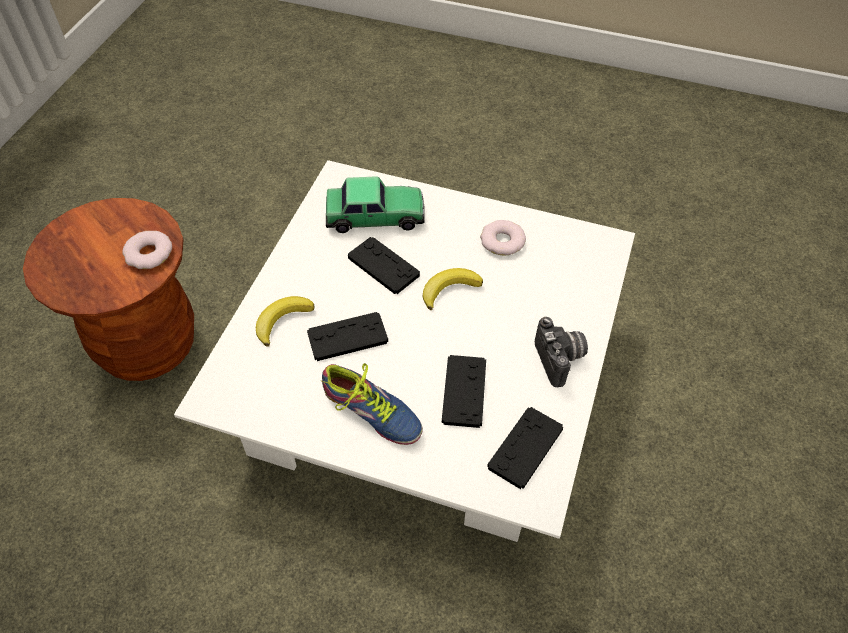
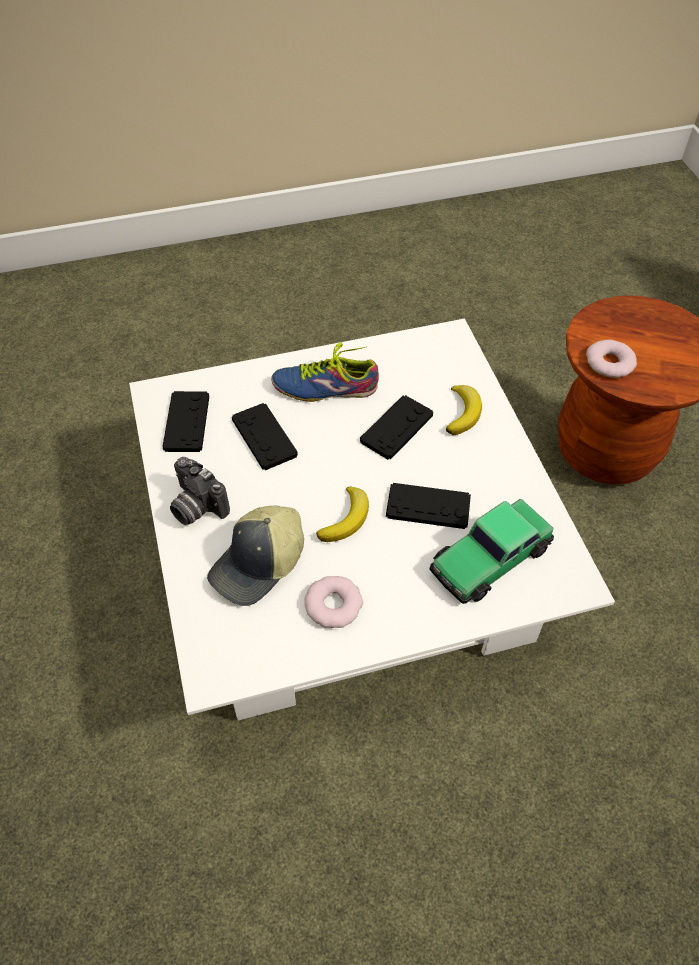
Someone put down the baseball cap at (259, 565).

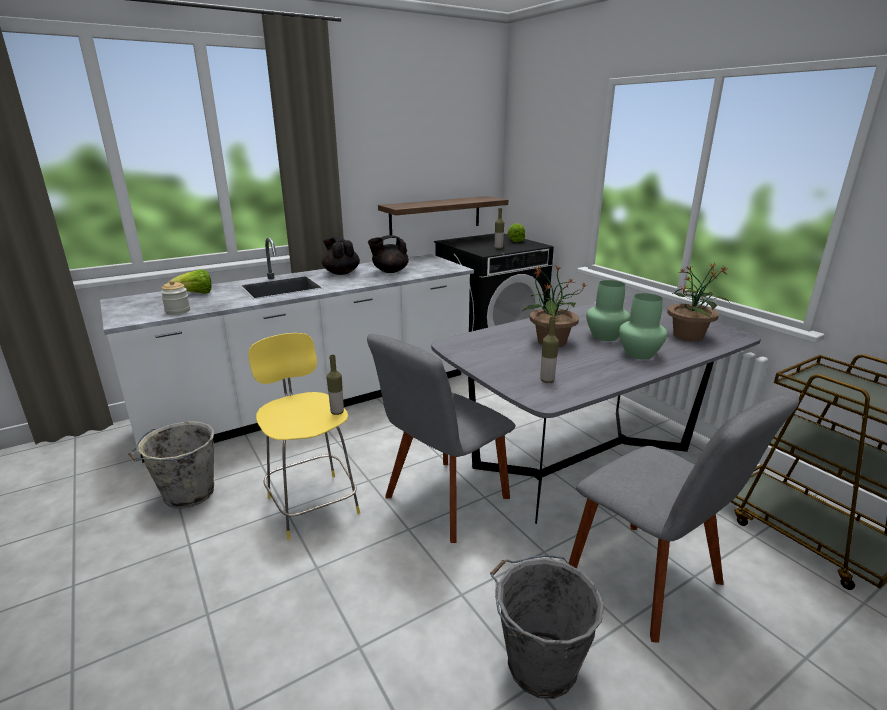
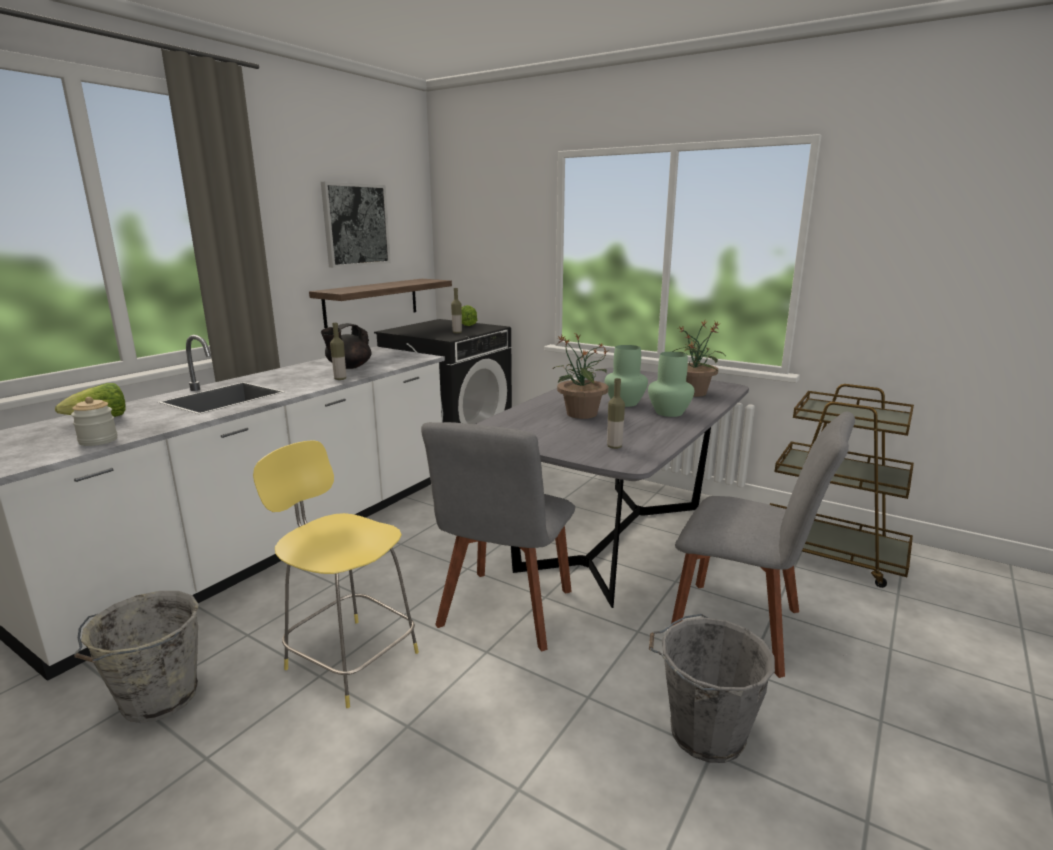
Someone put up the wall art at (355, 225).
Someone carried the beverage bottle from (337, 412) to (340, 379).
Someone took away the tea pot (black-coloured) at (341, 273).

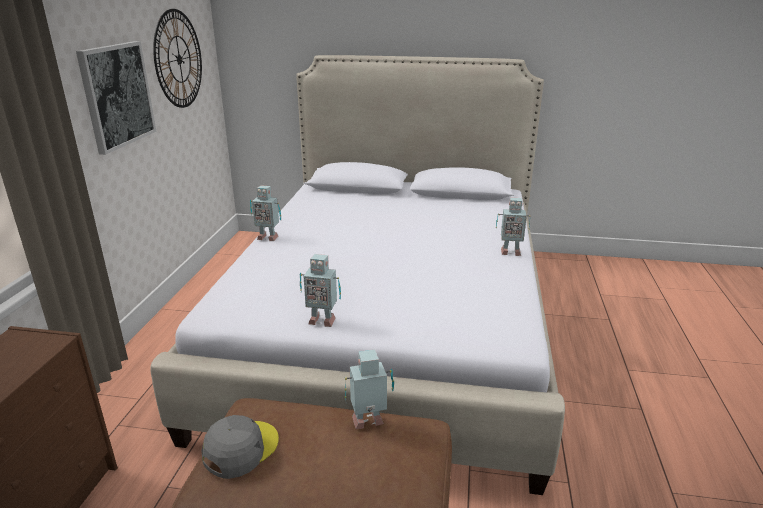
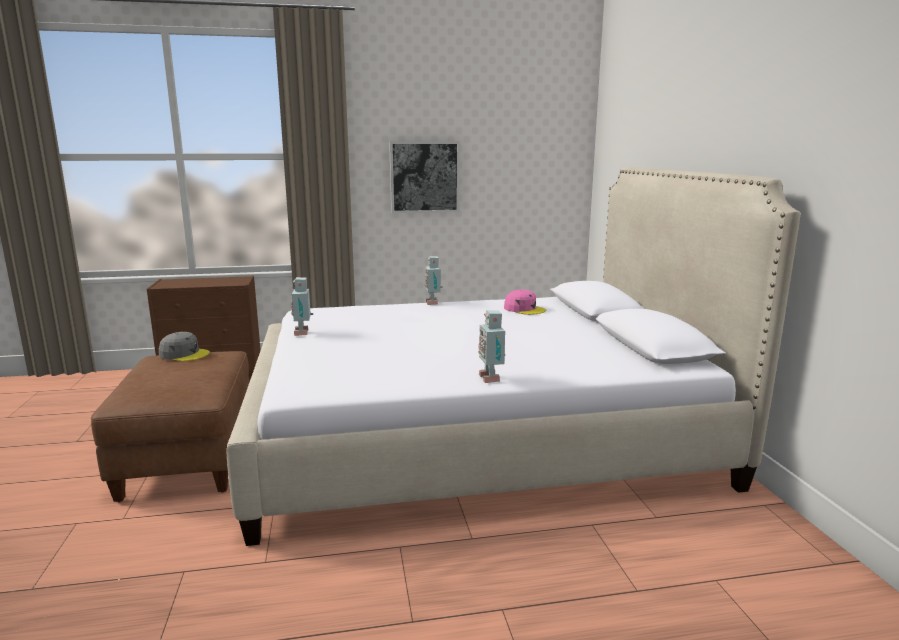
Someone put down the baseball cap (pink) at (524, 309).
Someone took away the wall clock at (179, 59).
Someone took away the toy robot at (369, 423).

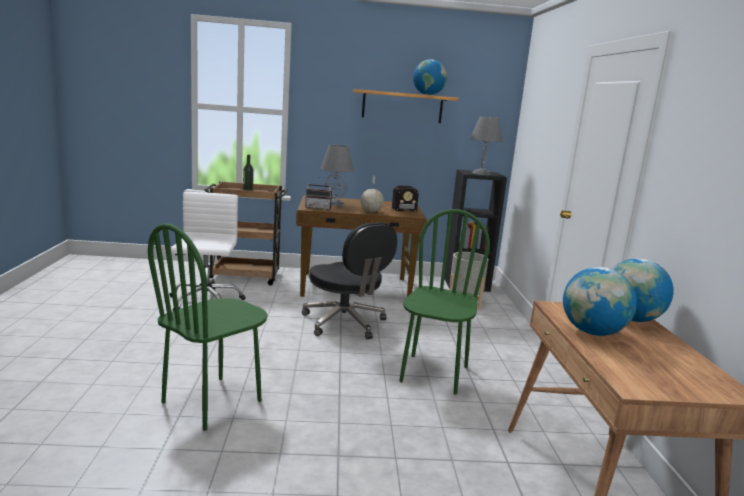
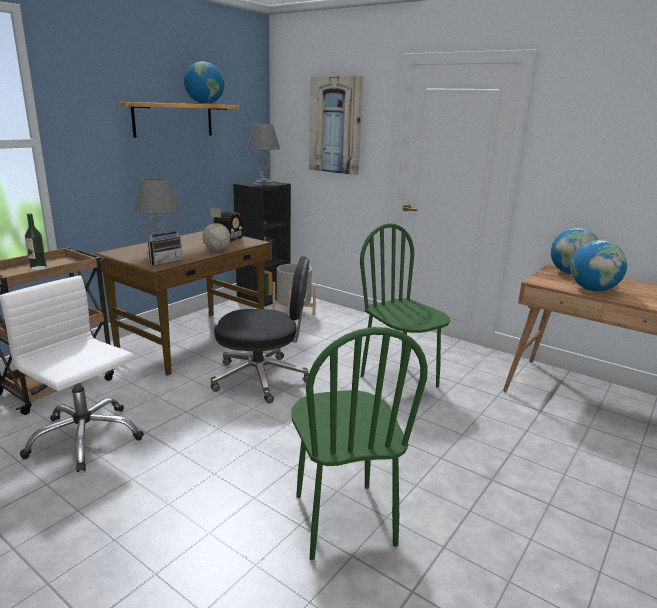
Someone put up the wall art at (335, 125).

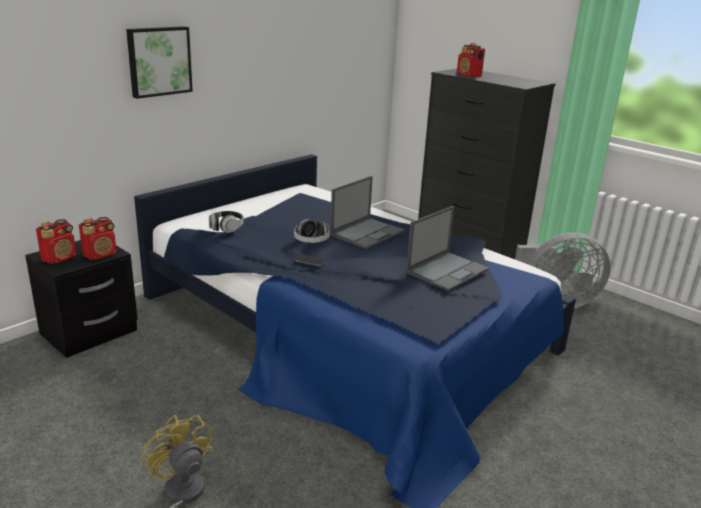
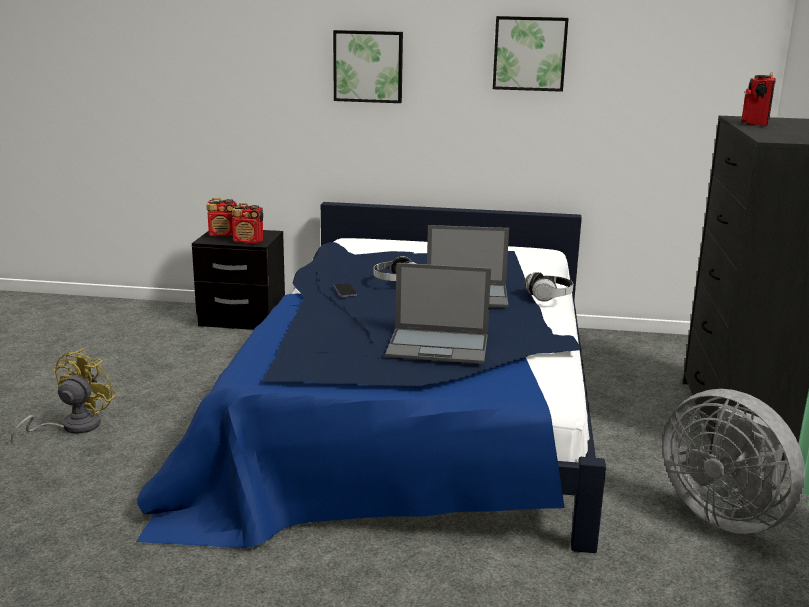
Someone put up the wall art at (529, 53).
Someone carried the headset from (226, 228) to (548, 297).

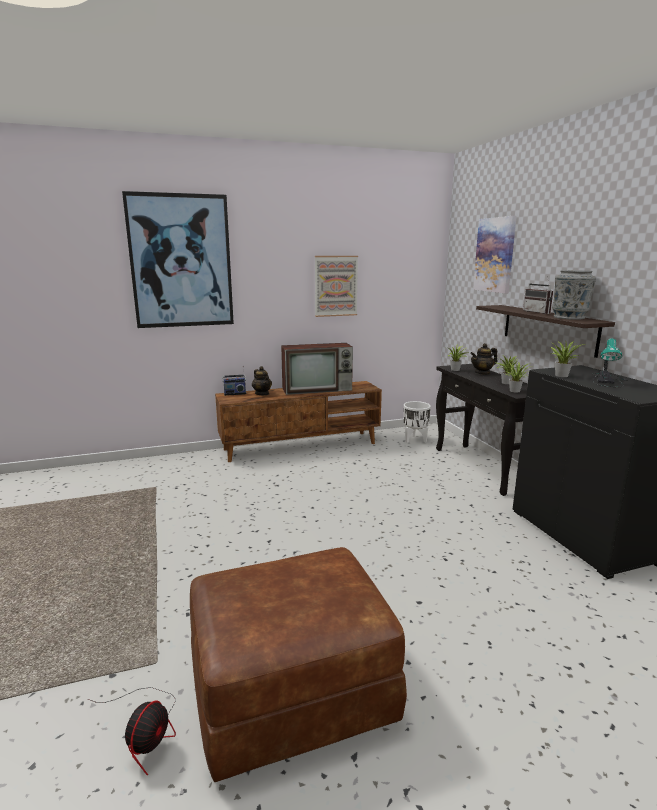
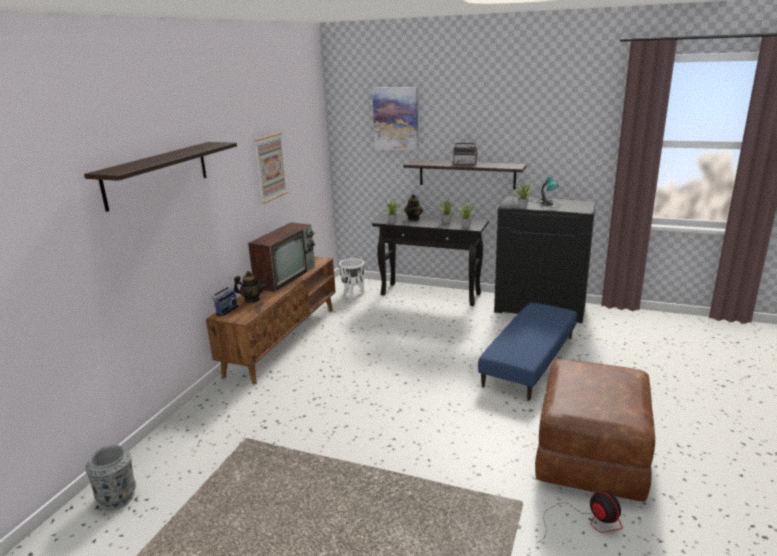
Someone swapped the wall art at (181, 261) for the wall shelf at (157, 174).
Someone carried the flower vase (gray) from (569, 317) to (117, 497).
Someone put down the ottoman (blue-coloured) at (529, 360).

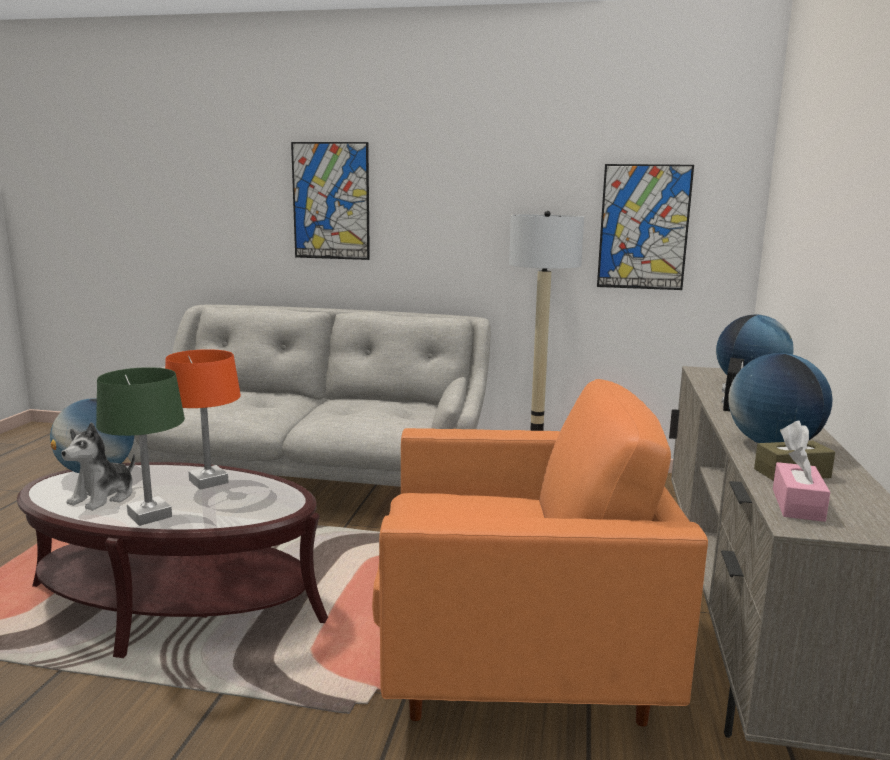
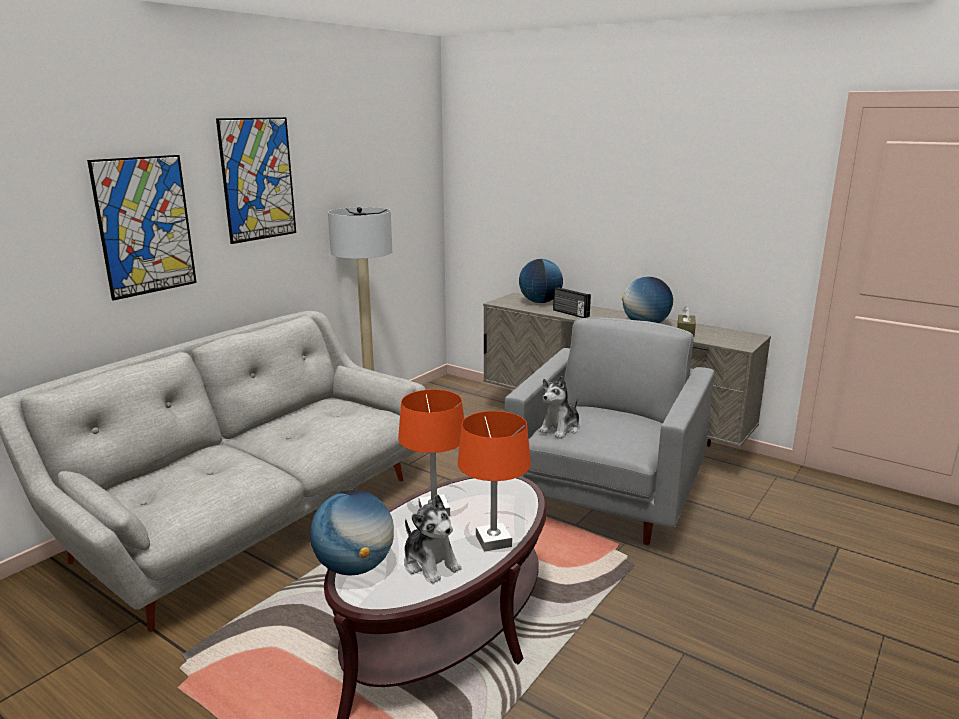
Someone carried the wall art from (643, 227) to (258, 179).
Someone repainted the tabletop lamp (green) at (149, 515), which became the tabletop lamp (orange-coloured) at (493, 541).
Someone repainted the lounge chair (orange-coloured) at (516, 660), which became the lounge chair (gray) at (607, 499).
Someone put down the plush toy at (560, 429).
Someone took away the tissue box (pink) at (797, 505).

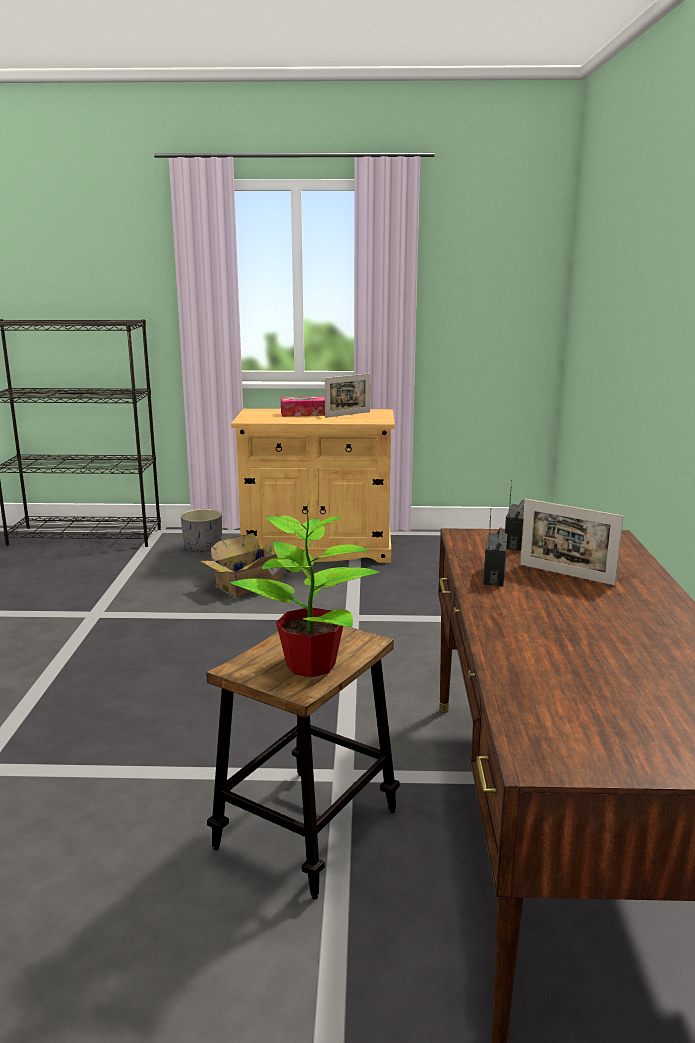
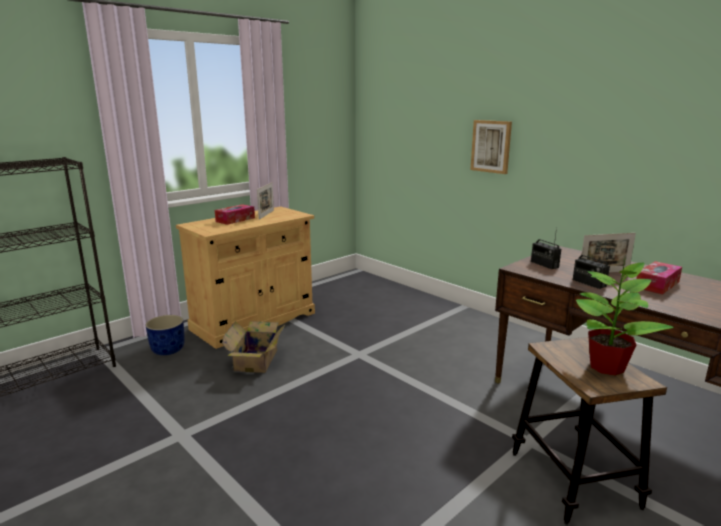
Someone repainted the plant pot (gray) at (203, 548), which became the plant pot (blue-coloured) at (168, 349).
Someone put up the wall art at (491, 146).
Someone put down the tissue box at (657, 284).

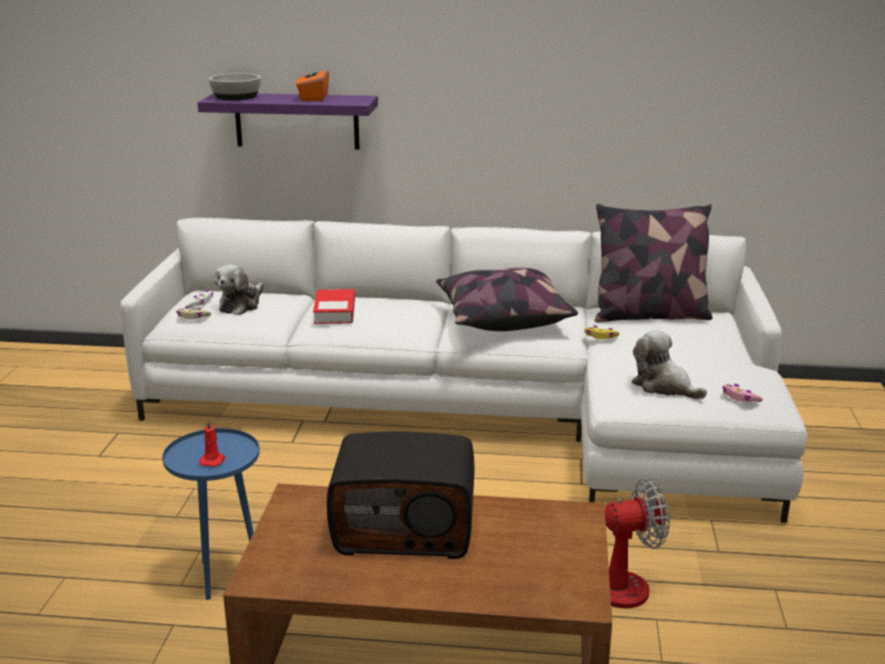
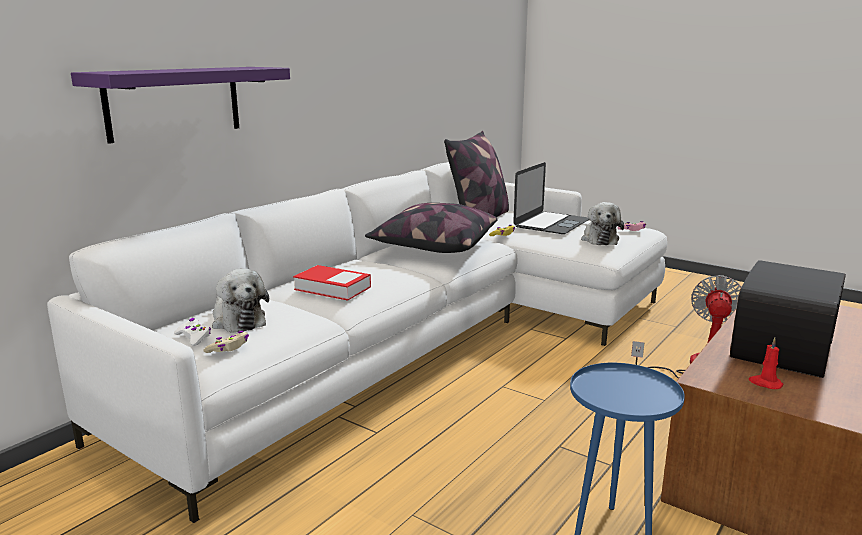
Someone put down the laptop at (551, 223).
Someone rotated the plush toy at (664, 386) by 75 degrees counterclockwise.
Someone carried the candle (reddish) from (213, 460) to (765, 383).
Someone took away the deep dish at (235, 96).
Someone took away the tissue box (orange-coloured) at (313, 98).

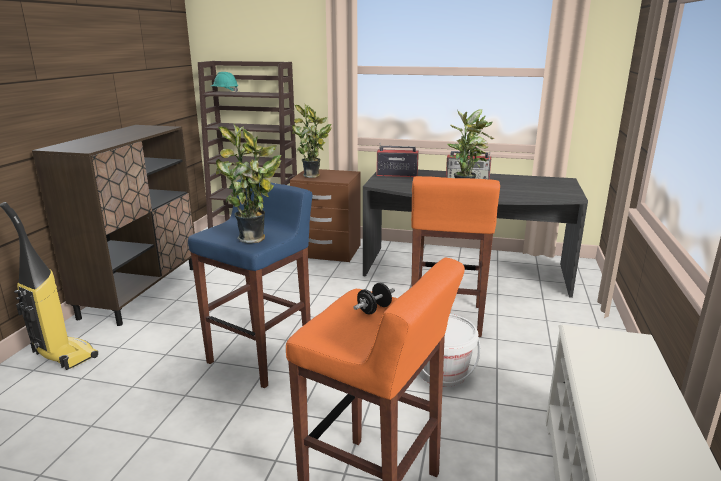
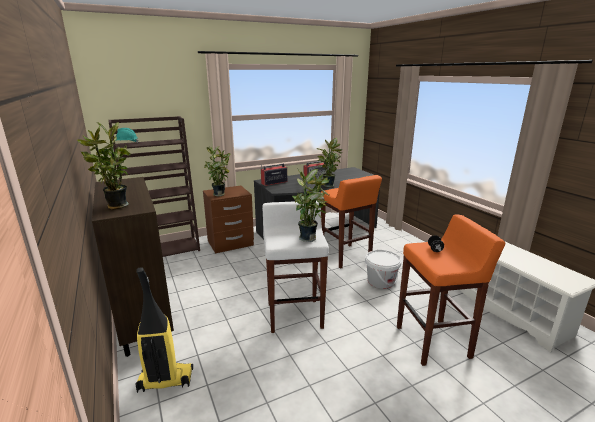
Someone put down the plant in a pot at (115, 206).
Someone repainted the stool seat (blue-coloured) at (261, 357), which became the stool seat (white) at (294, 315).

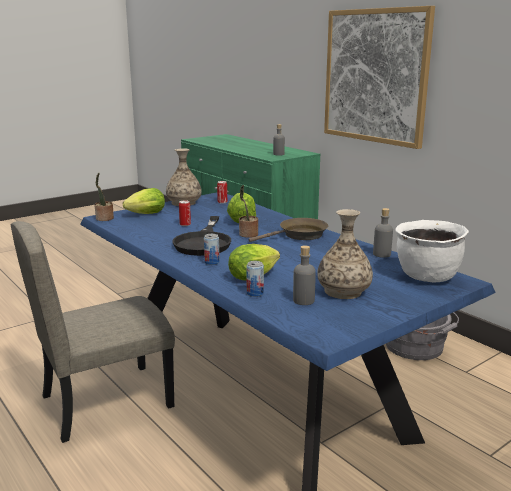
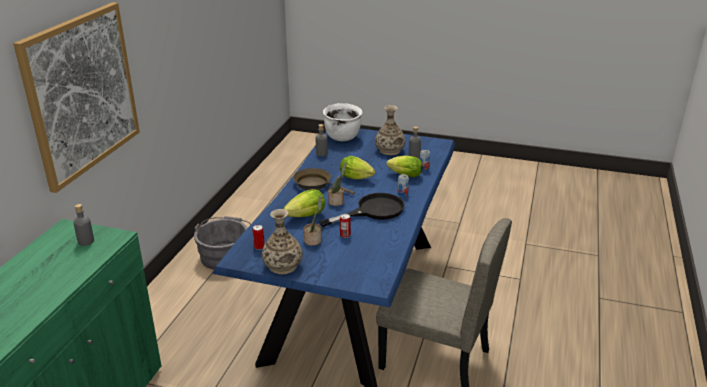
Someone carried the plant in a pot from (104, 219) to (314, 240).
Someone carried the lettuce head from (144, 215) to (358, 178).

